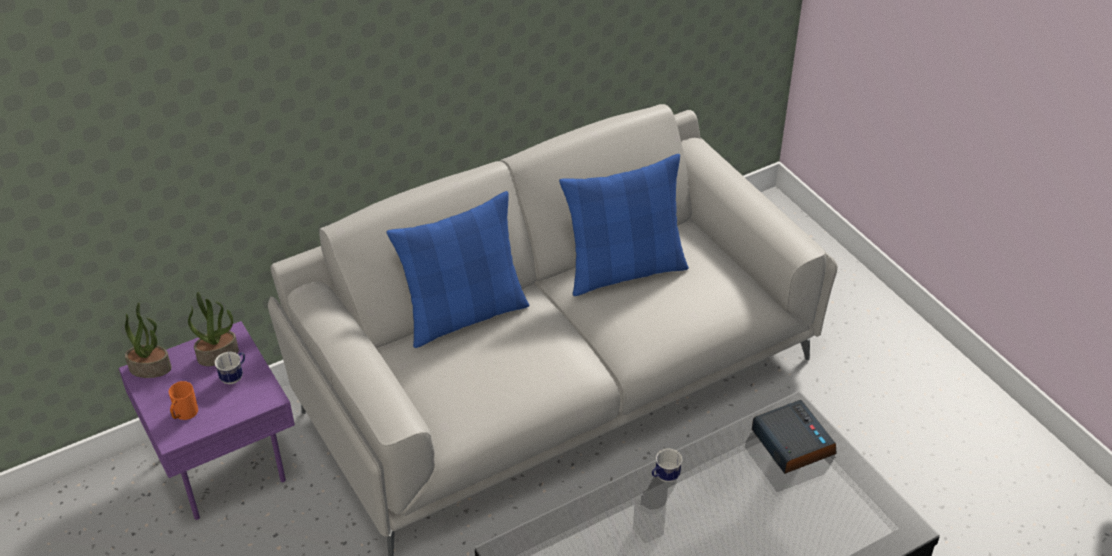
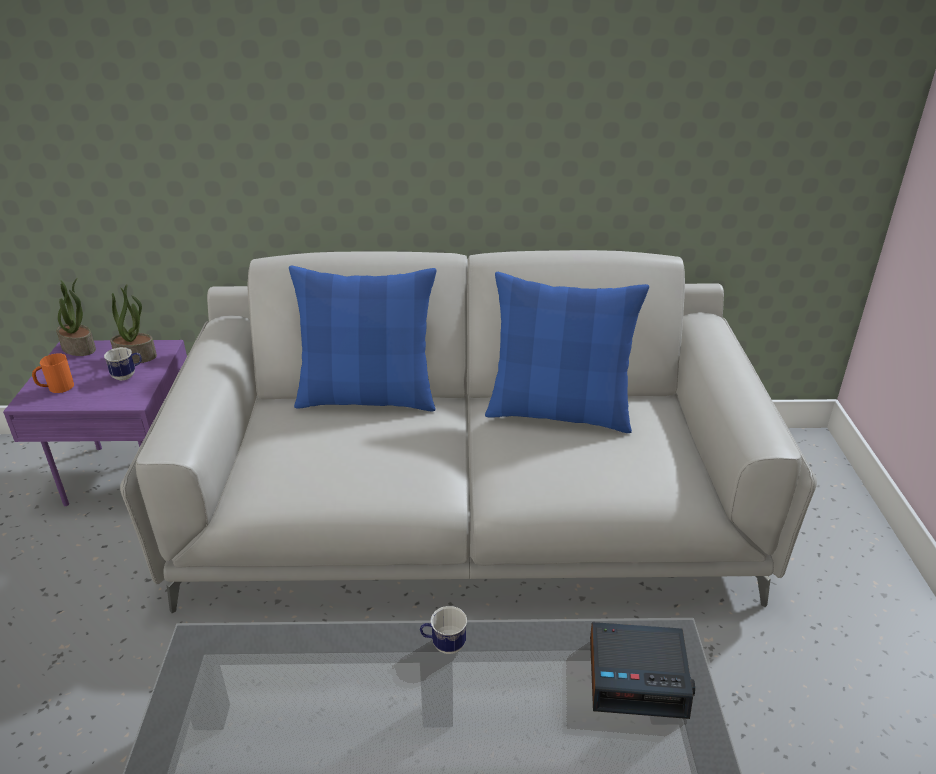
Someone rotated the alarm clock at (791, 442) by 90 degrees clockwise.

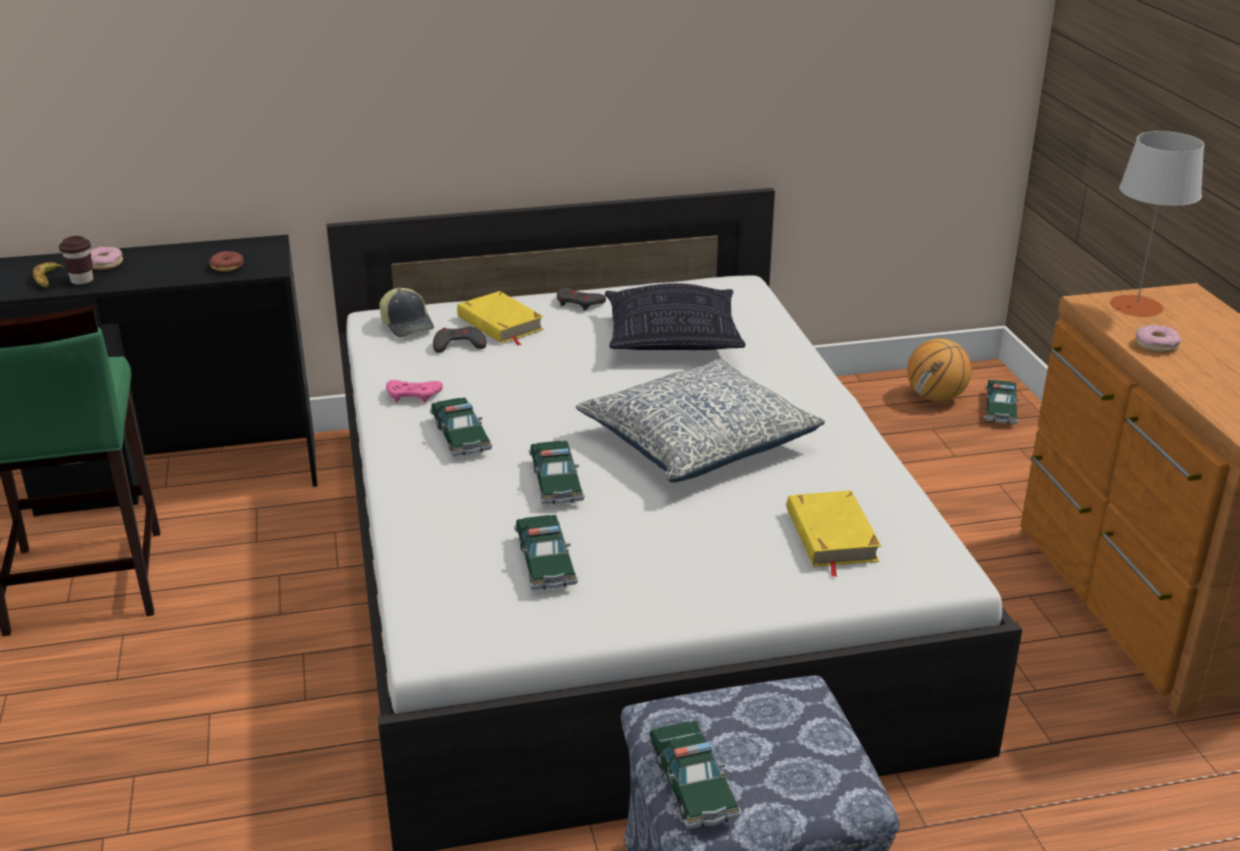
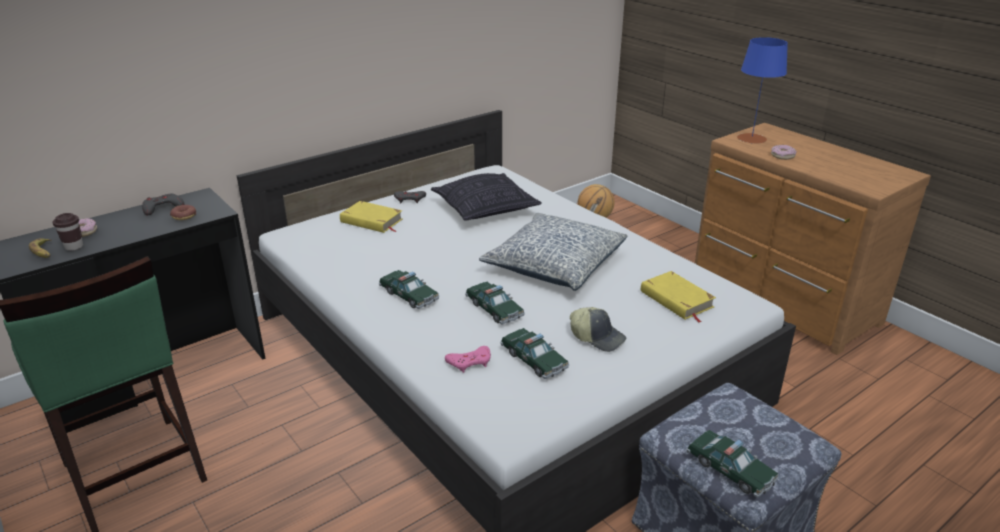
Someone carried the joypad (gray) from (459, 344) to (162, 207).
Someone carried the joypad (pink) from (413, 395) to (470, 362).
Someone carried the baseball cap from (408, 324) to (597, 337).
Someone repainted the tabletop lamp (gray) at (1136, 306), which became the tabletop lamp (blue-coloured) at (751, 138).
Someone took away the miniature car at (1000, 409).

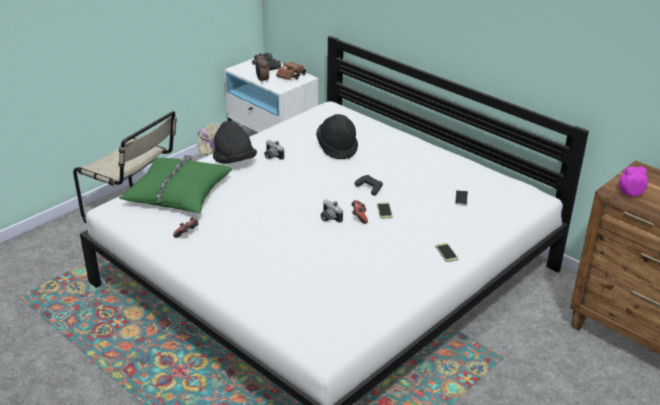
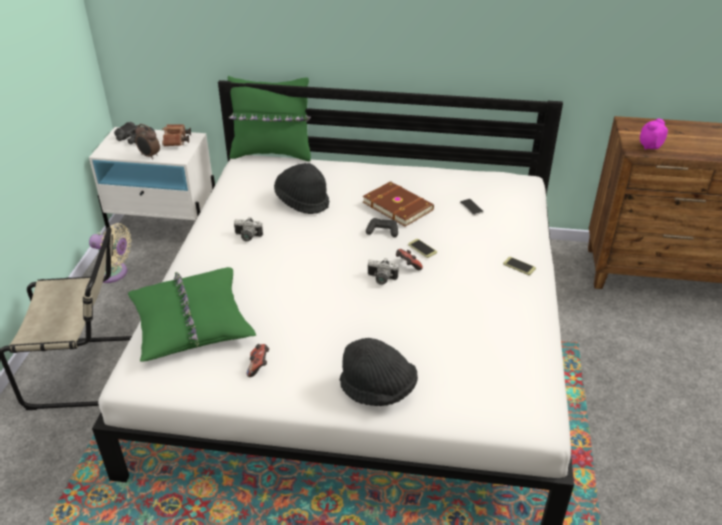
Someone put down the throw pillow (green) at (272, 153).
Someone carried the wearable hat (black-coloured) from (234, 161) to (378, 390).
Someone put down the bound book (brown-coloured) at (398, 205).

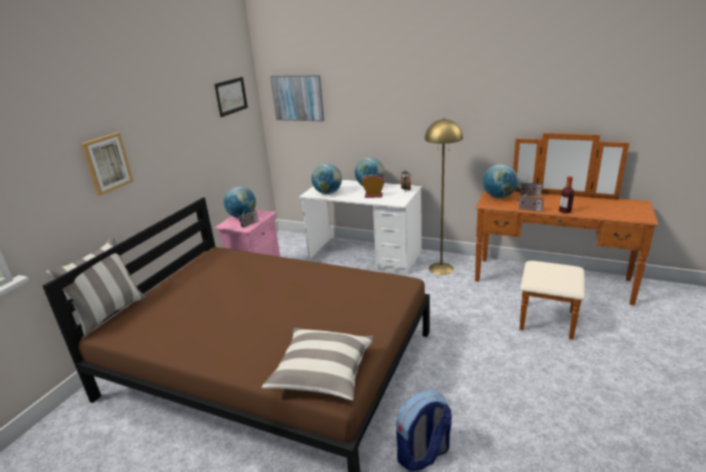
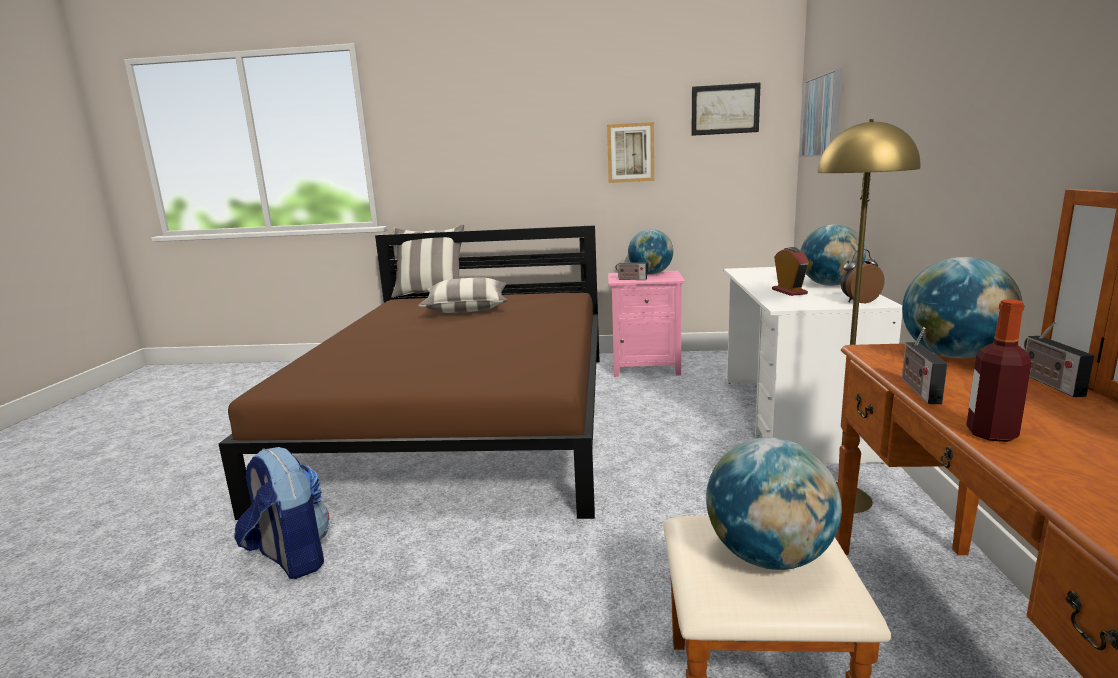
Someone carried the throw pillow from (322, 373) to (466, 309).
Someone carried the wall art from (107, 163) to (630, 152).
Someone carried the desk globe from (328, 193) to (768, 557).

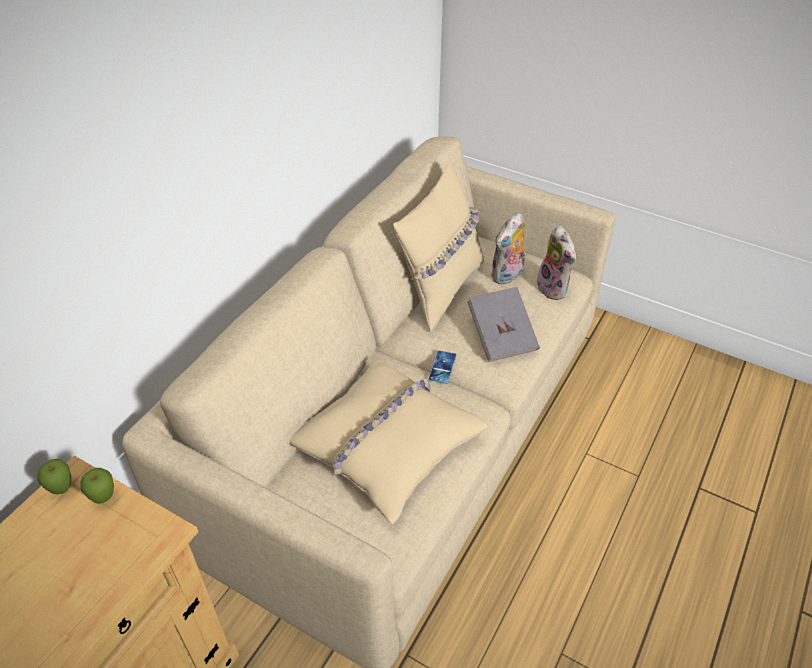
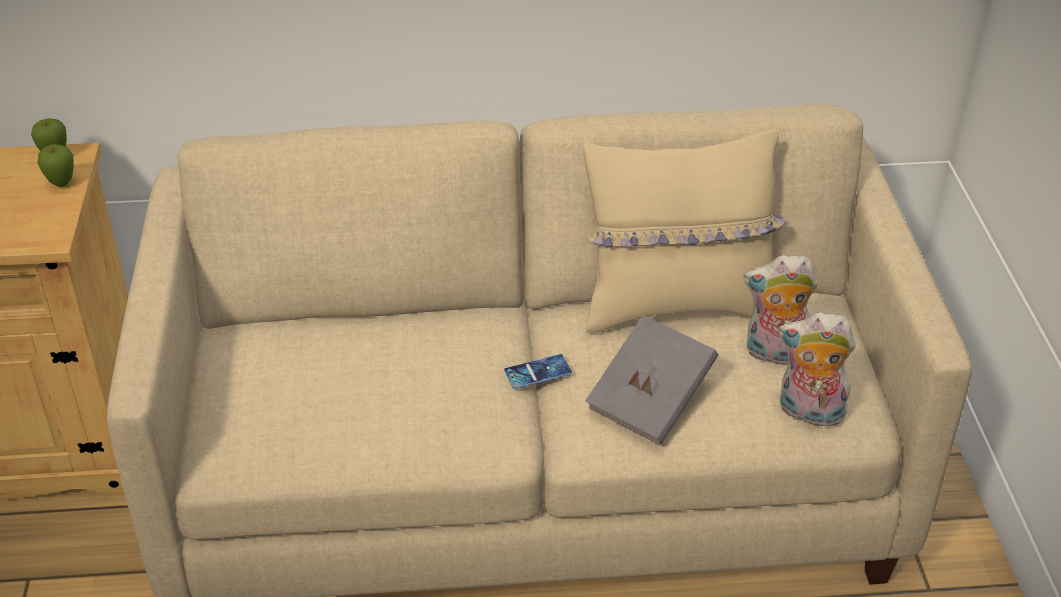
Someone rotated the plush toy at (554, 289) by 75 degrees clockwise.
Someone took away the throw pillow (sand-coloured) at (386, 444).

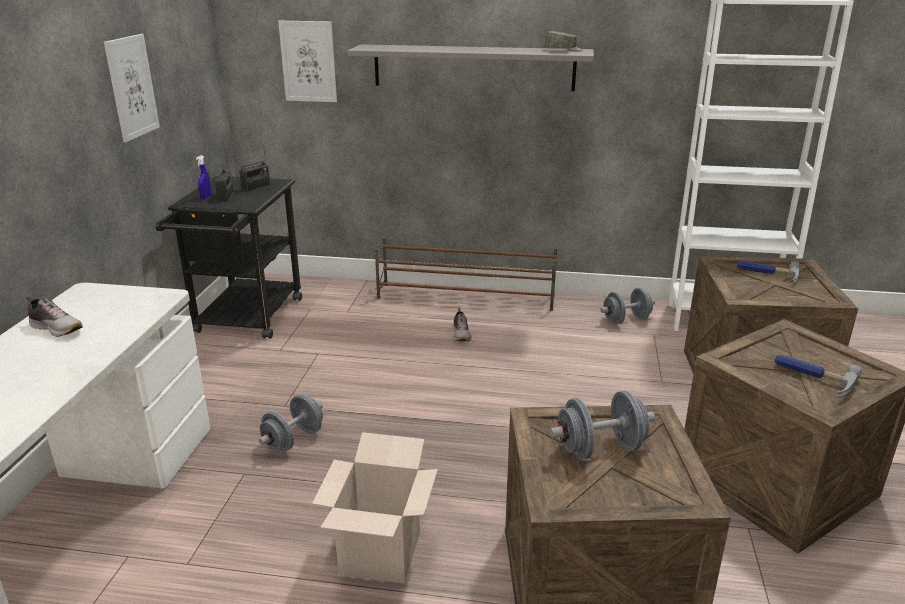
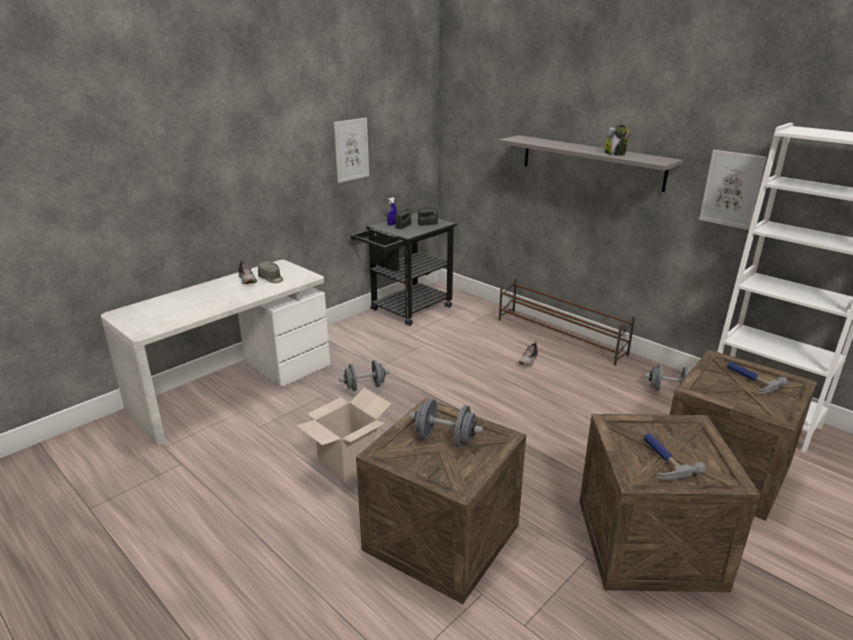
Someone carried the baseball cap (gray) from (563, 50) to (271, 278).
Someone put down the preserve jar at (615, 153).
Someone carried the wall art from (308, 61) to (731, 189).

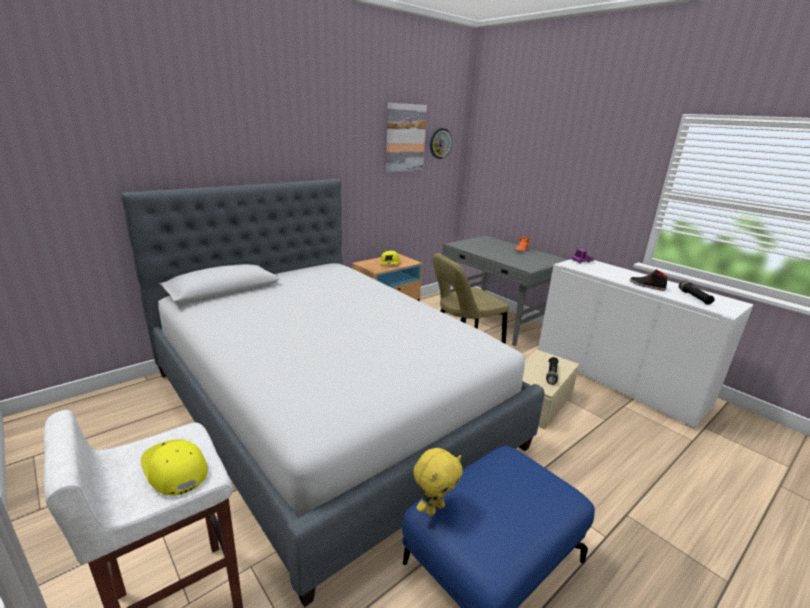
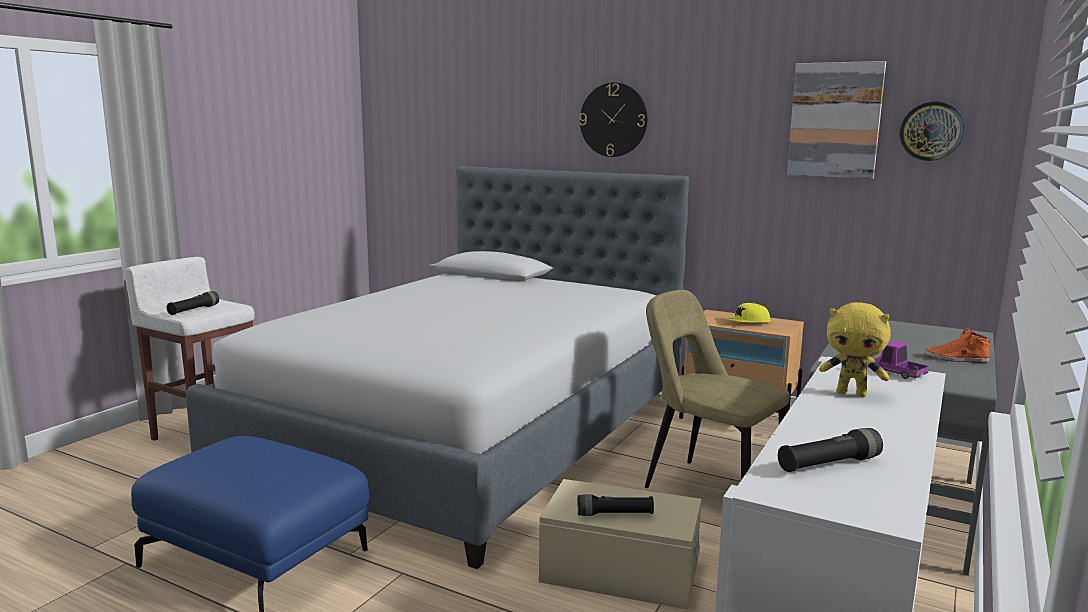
Someone swapped the baseball cap (yellowish) at (174, 470) for the hand torch (black-coloured) at (194, 310).
Someone put up the wall clock at (613, 120).
Someone carried the plush toy (yellowish) from (434, 508) to (852, 393).
Someone took away the item of footwear (black-coloured) at (646, 286).

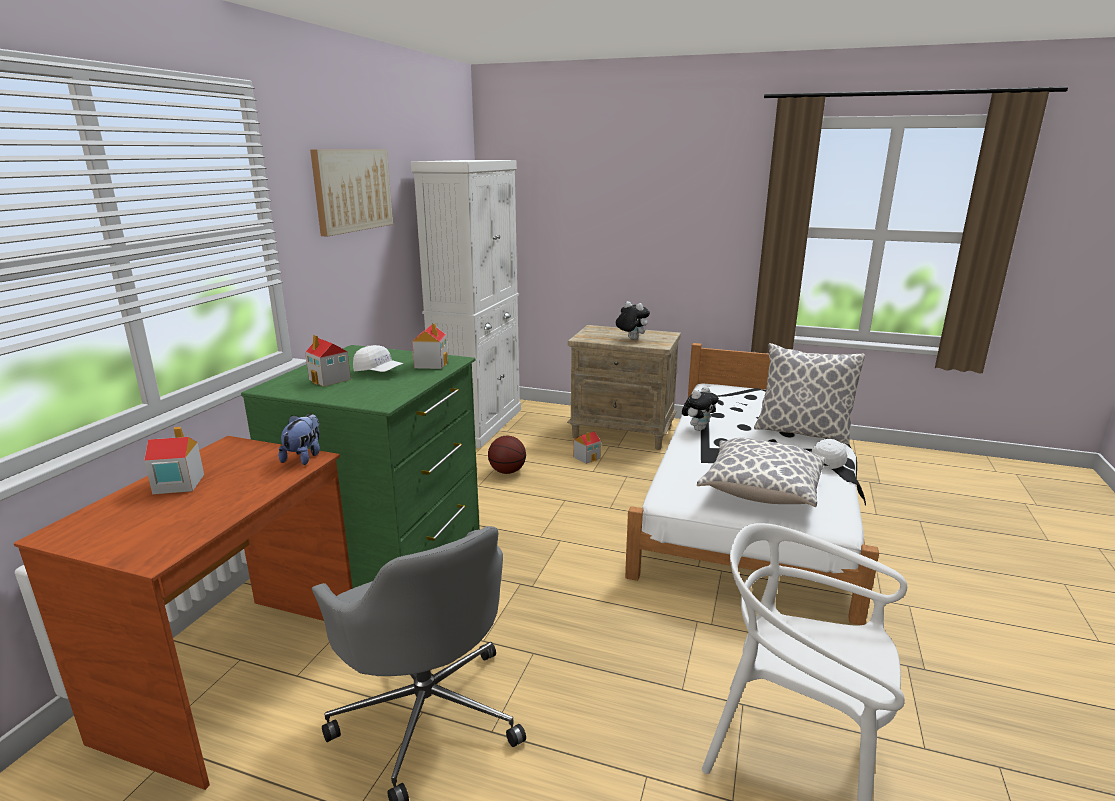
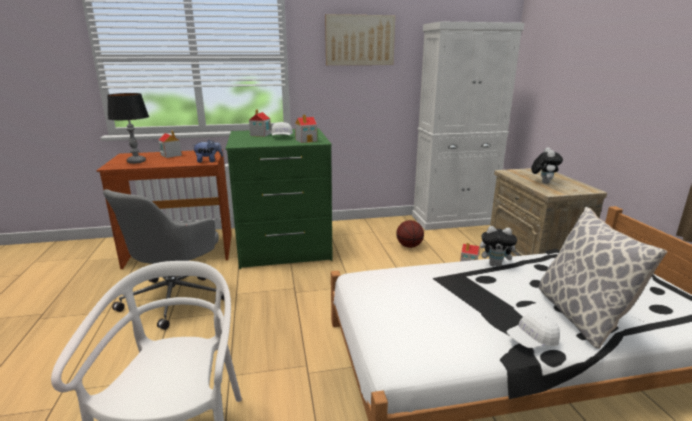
Someone put down the tabletop lamp at (136, 161).
Someone rotated the baseball cap (white) at (829, 460) by 150 degrees clockwise.
Someone took away the throw pillow at (760, 492).

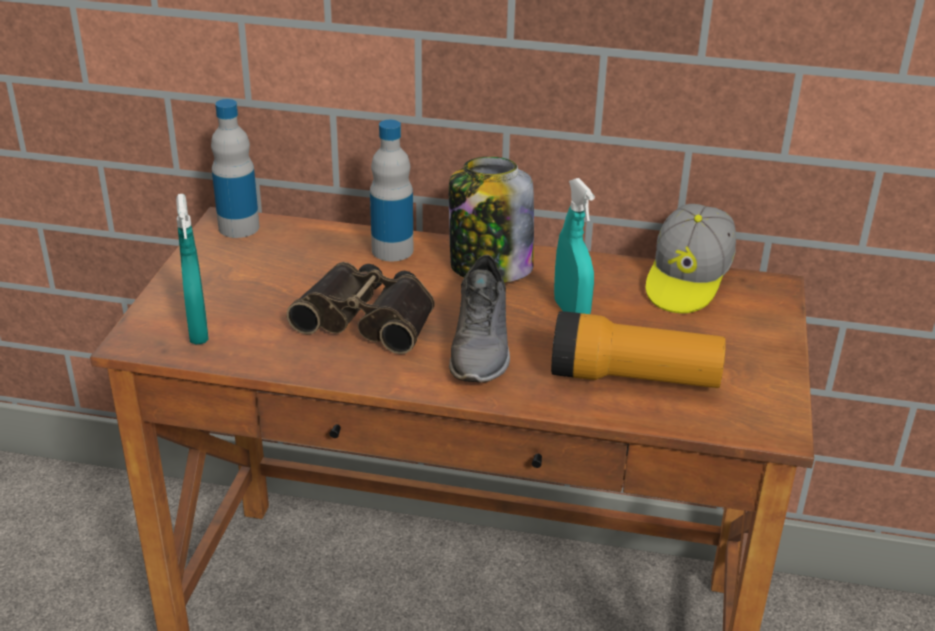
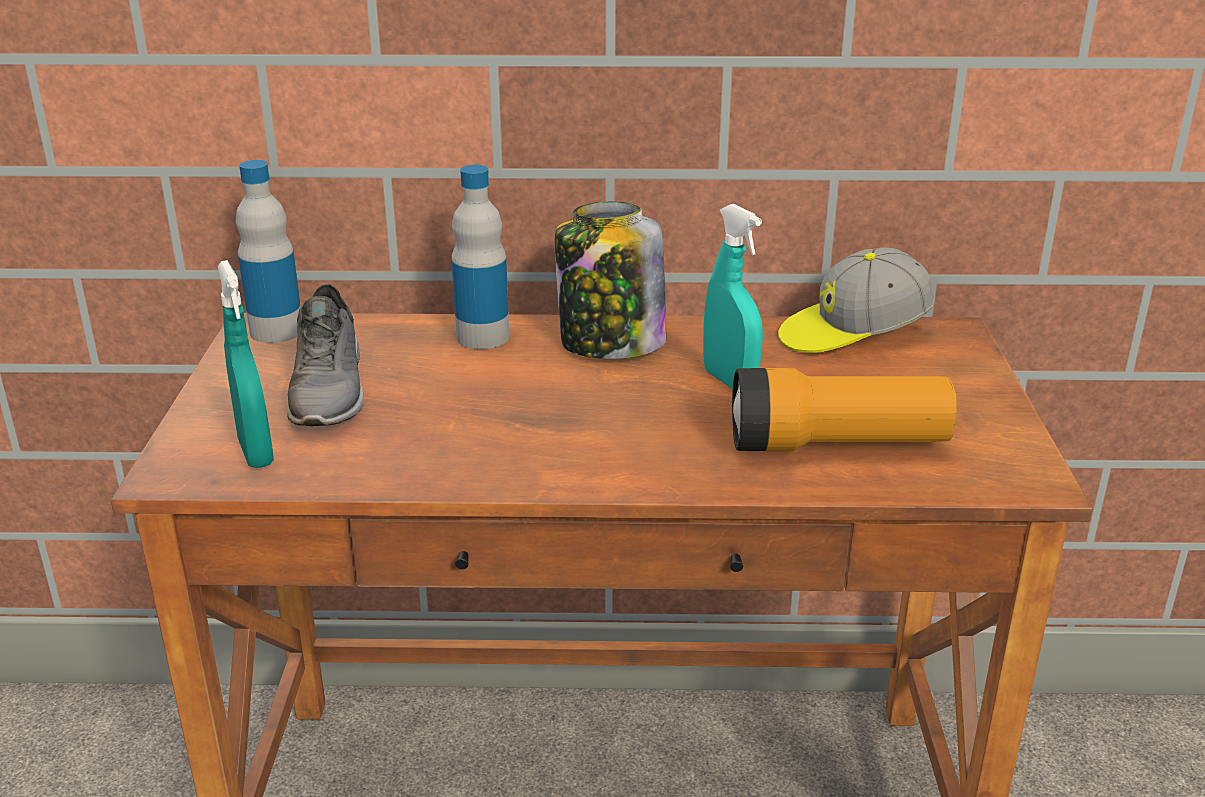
Someone carried the item of footwear (gray) from (482, 345) to (331, 391).
Someone rotated the baseball cap at (687, 280) by 60 degrees clockwise.
Someone took away the binoculars at (369, 317).

